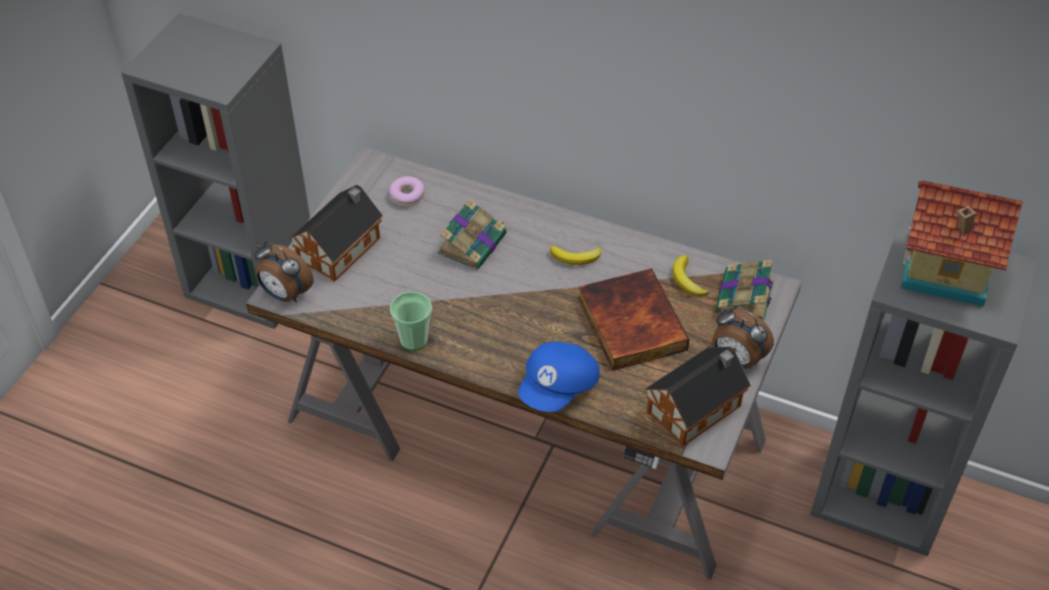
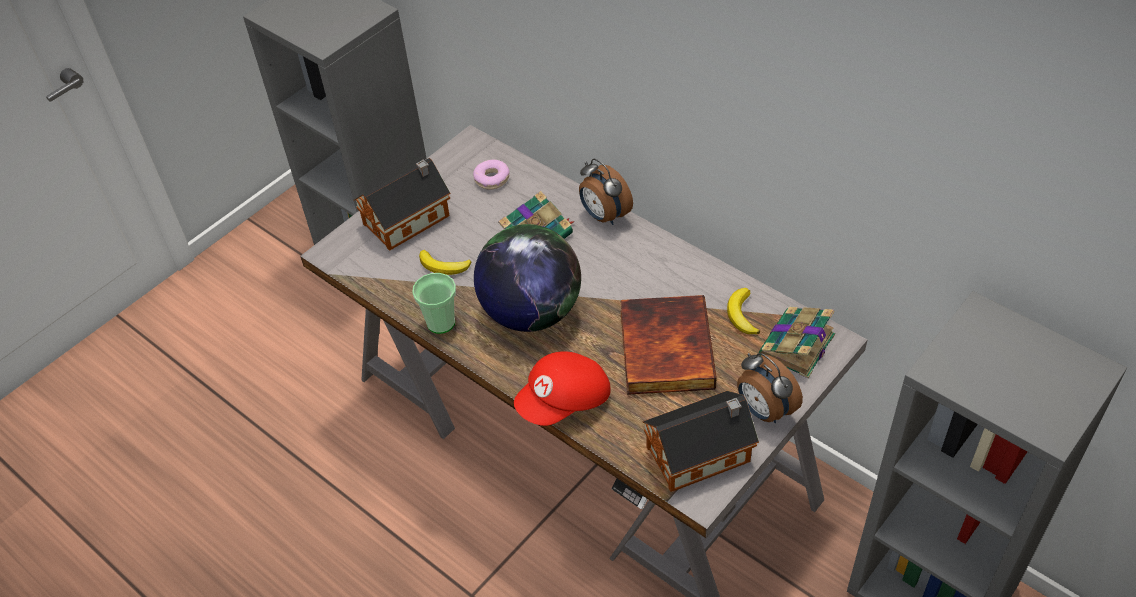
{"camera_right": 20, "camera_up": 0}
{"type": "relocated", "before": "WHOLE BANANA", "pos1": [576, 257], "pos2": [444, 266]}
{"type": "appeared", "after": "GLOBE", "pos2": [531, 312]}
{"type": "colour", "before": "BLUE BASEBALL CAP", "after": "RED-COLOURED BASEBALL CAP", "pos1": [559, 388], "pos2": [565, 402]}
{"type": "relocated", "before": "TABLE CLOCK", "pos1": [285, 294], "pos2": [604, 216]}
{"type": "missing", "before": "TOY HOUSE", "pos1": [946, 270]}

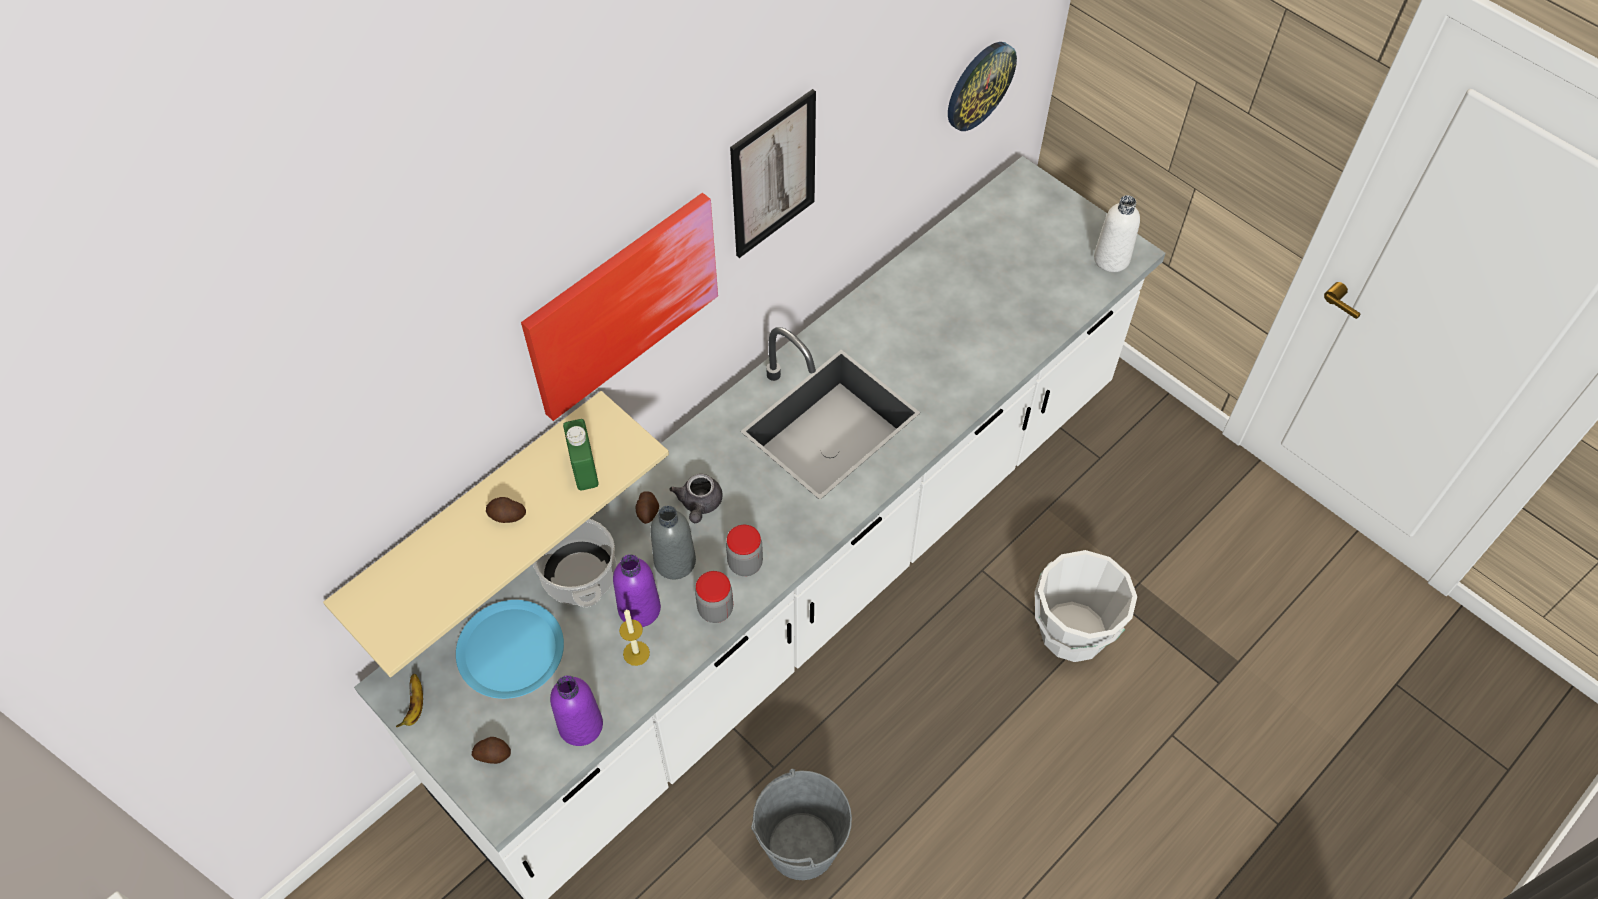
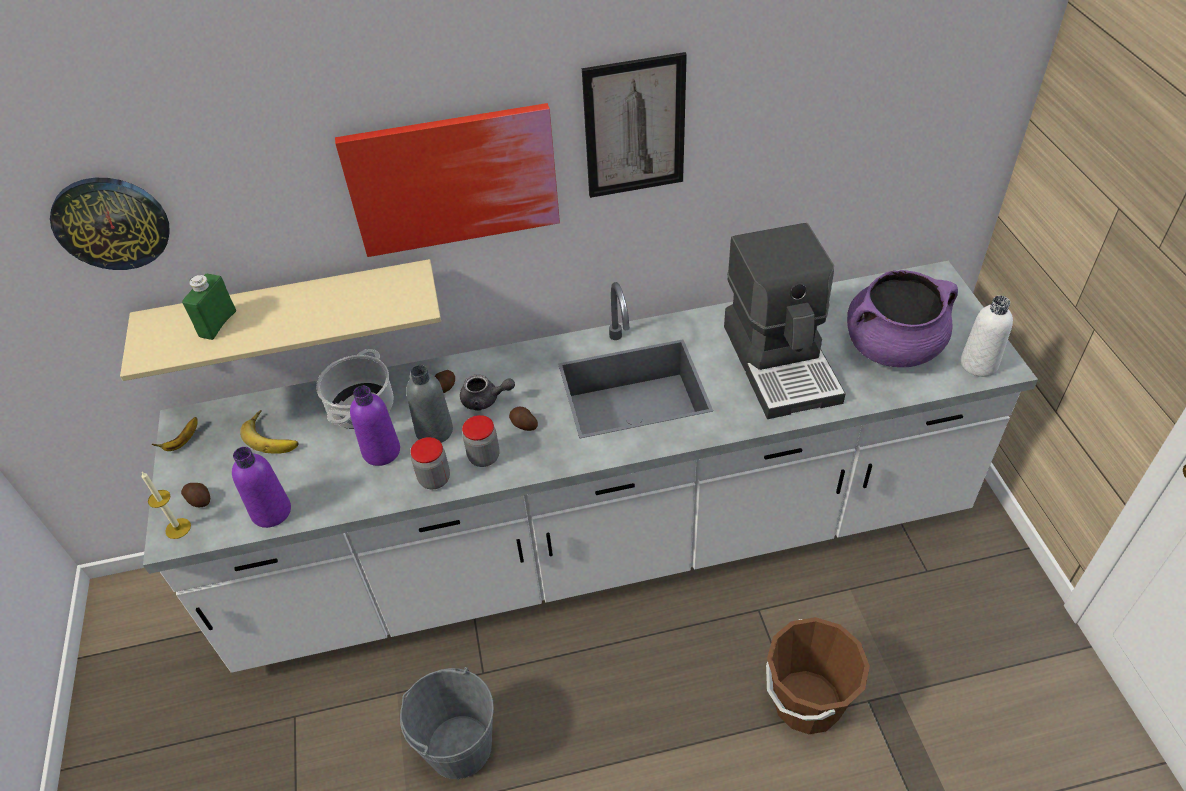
{"camera_right": 35, "camera_up": -10}
{"type": "relocated", "before": "CLOCK ON THE WALL", "pos1": [979, 85], "pos2": [111, 222]}
{"type": "relocated", "before": "WAX CANDLE", "pos1": [636, 653], "pos2": [178, 528]}
{"type": "relocated", "before": "GREEN-COLOURED BOTTLE", "pos1": [584, 468], "pos2": [218, 324]}
{"type": "exchanged", "before": "BLUE PLATE", "after": "WHOLE BANANA", "pos1": [510, 650], "pos2": [273, 435]}
{"type": "spun", "before": "GREYISH TEA POT", "pos1": [699, 504], "pos2": [485, 400], "turn": -120}
{"type": "relocated", "before": "WHOLE POTATO", "pos1": [507, 516], "pos2": [523, 425]}
{"type": "appeared", "after": "COFFEE MAKER", "pos2": [782, 362]}
{"type": "colour", "before": "WHITE-COLOURED WATER BUCKET", "after": "BROWN-COLOURED WATER BUCKET", "pos1": [1072, 632], "pos2": [806, 702]}
{"type": "appeared", "after": "PURPLE SAUCEPOT", "pos2": [892, 347]}

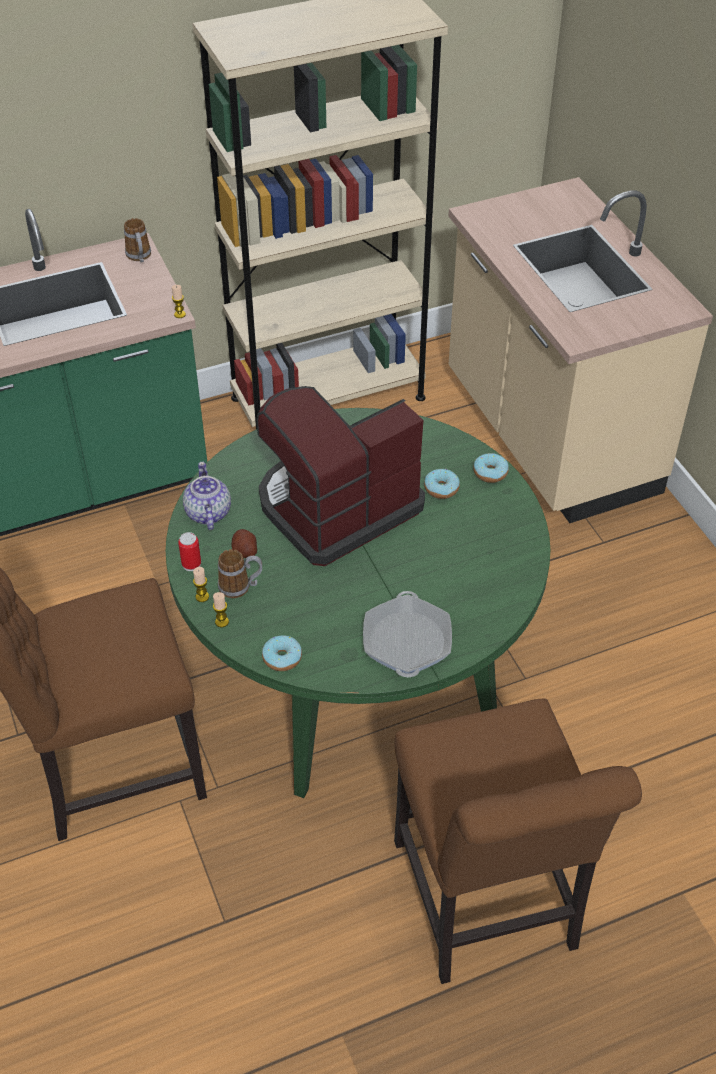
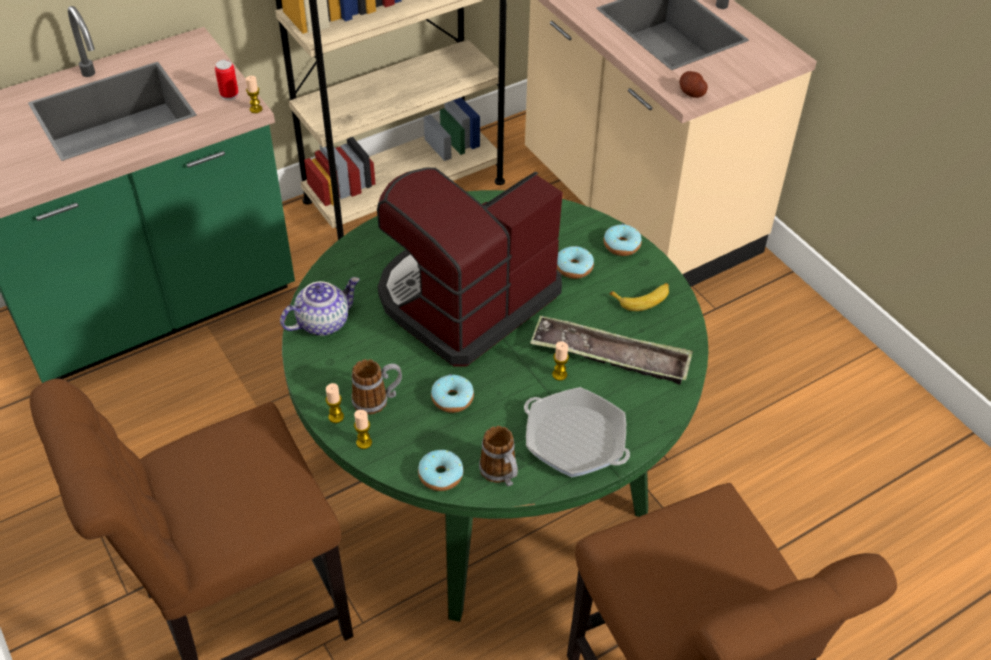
{"camera_right": -10, "camera_up": 0}
{"type": "relocated", "before": "CAN", "pos1": [191, 564], "pos2": [229, 95]}
{"type": "spun", "before": "TEA POT", "pos1": [207, 512], "pos2": [323, 322], "turn": 75}
{"type": "appeared", "after": "RING DOUGHNUT", "pos2": [452, 399]}
{"type": "relocated", "before": "TEA MUG", "pos1": [139, 257], "pos2": [501, 474]}
{"type": "spun", "before": "SKILLET", "pos1": [407, 641], "pos2": [575, 439], "turn": 135}
{"type": "appeared", "after": "CARRYING TRAY", "pos2": [610, 356]}
{"type": "appeared", "after": "WAX CANDLE", "pos2": [559, 374]}
{"type": "appeared", "after": "WHOLE BANANA", "pos2": [642, 299]}
{"type": "relocated", "before": "WHOLE POTATO", "pos1": [245, 551], "pos2": [691, 93]}

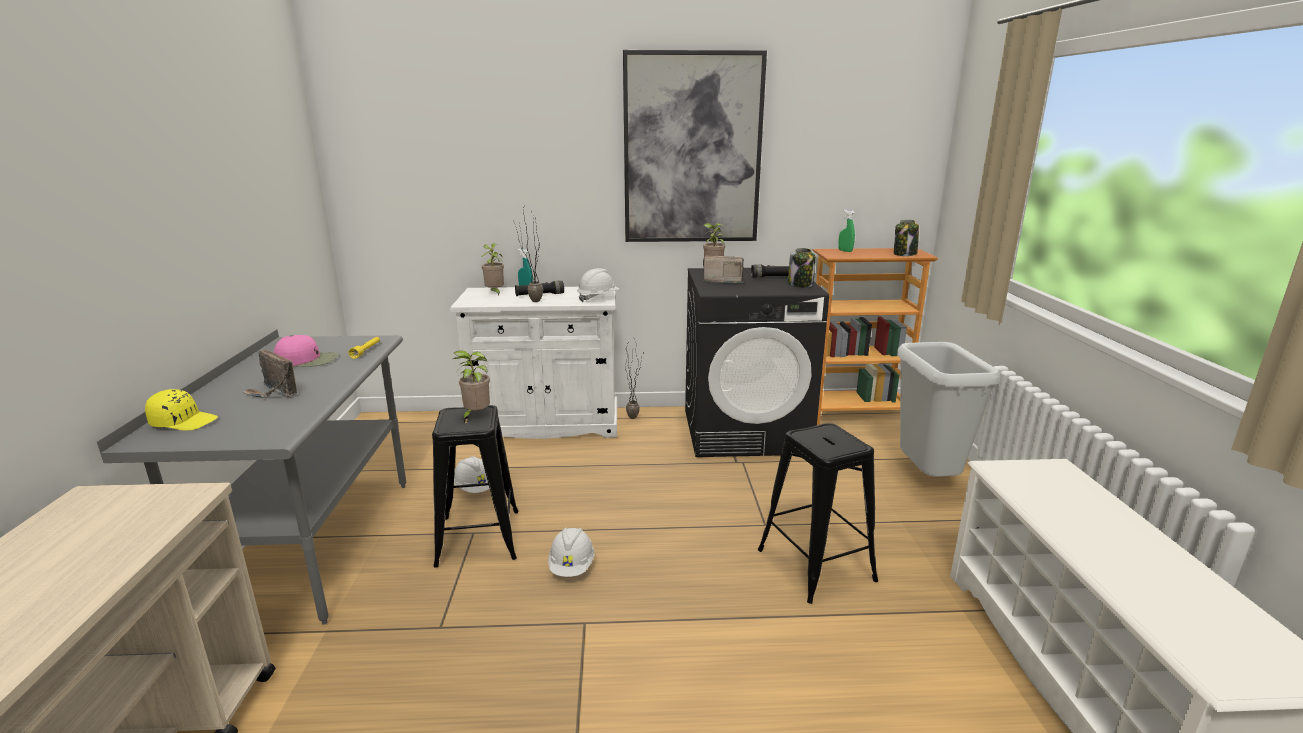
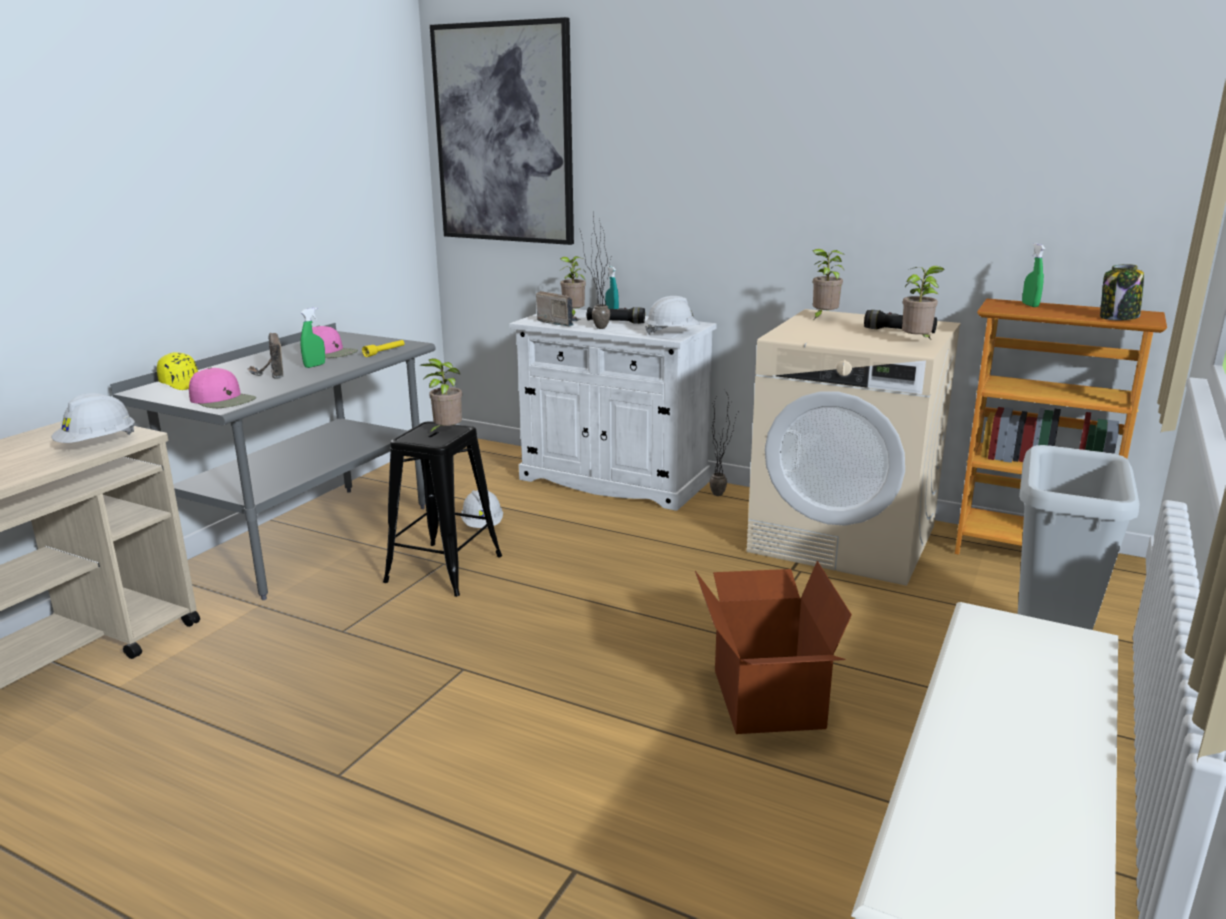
{"camera_right": 30, "camera_up": 0}
{"type": "relocated", "before": "WHITE-COLOURED WORK HELMET", "pos1": [572, 566], "pos2": [97, 444]}
{"type": "appeared", "after": "PINKISH BASEBALL CAP", "pos2": [223, 400]}
{"type": "appeared", "after": "GREEN-COLOURED HAND SPRAYER", "pos2": [315, 365]}
{"type": "relocated", "before": "WALL PICTURE", "pos1": [692, 150], "pos2": [504, 134]}
{"type": "relocated", "before": "RADIO SET", "pos1": [722, 281], "pos2": [558, 322]}
{"type": "exchanged", "before": "BLACK-COLOURED STOOL SEAT", "after": "CARDBOARD BOX", "pos1": [815, 565], "pos2": [765, 698]}
{"type": "colour", "before": "BLACK-COLOURED LAUNDRY MACHINE", "after": "BEIGE-COLOURED LAUNDRY MACHINE", "pos1": [746, 431], "pos2": [844, 539]}
{"type": "exchanged", "before": "JAR", "after": "HOUSEPLANT", "pos1": [800, 284], "pos2": [917, 342]}

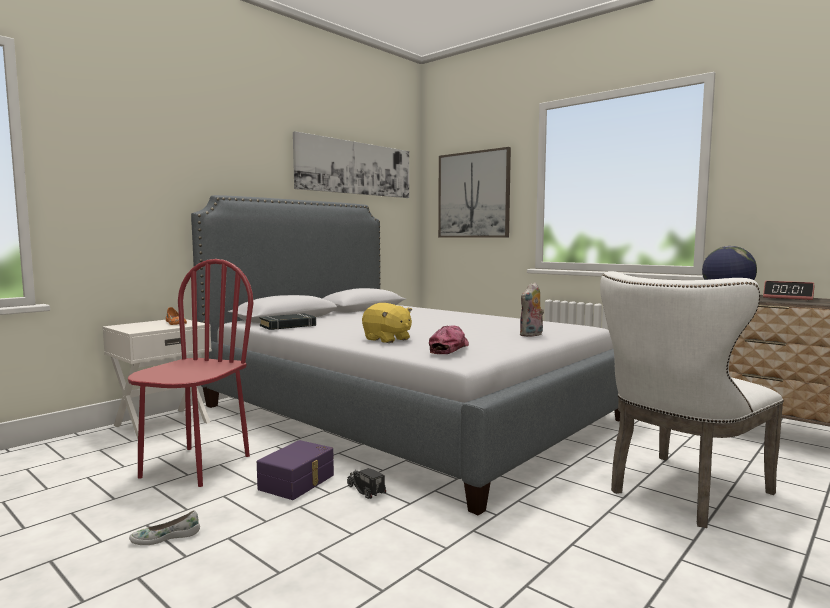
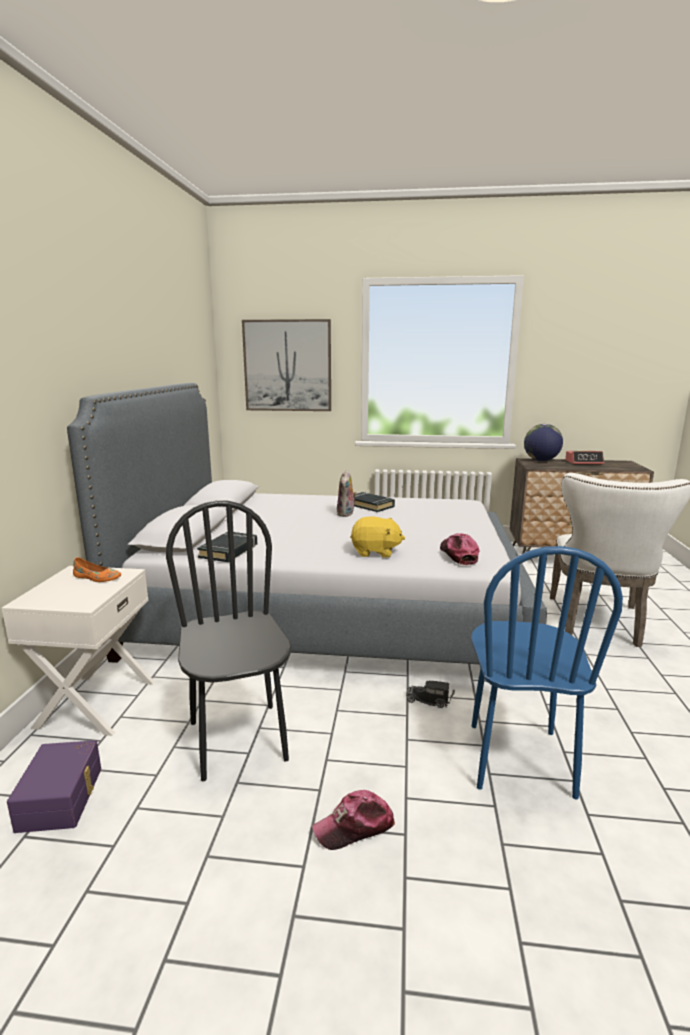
{"camera_right": -35, "camera_up": 10}
{"type": "relocated", "before": "PURPLE STORAGE BIN", "pos1": [298, 482], "pos2": [62, 798]}
{"type": "colour", "before": "RED-COLOURED PLAIN CHAIR", "after": "BLACK-COLOURED PLAIN CHAIR", "pos1": [195, 466], "pos2": [239, 740]}
{"type": "exchanged", "before": "WHITE-COLOURED ITEM OF FOOTWEAR", "after": "BASEBALL CAP", "pos1": [165, 537], "pos2": [354, 827]}
{"type": "relocated", "before": "CUDDLY TOY", "pos1": [531, 335], "pos2": [346, 514]}
{"type": "appeared", "after": "BLACK-COLOURED BOUND BOOK", "pos2": [370, 505]}
{"type": "appeared", "after": "BLUE PLAIN CHAIR", "pos2": [518, 759]}
{"type": "missing", "before": "WALL PICTURE", "pos1": [355, 168]}

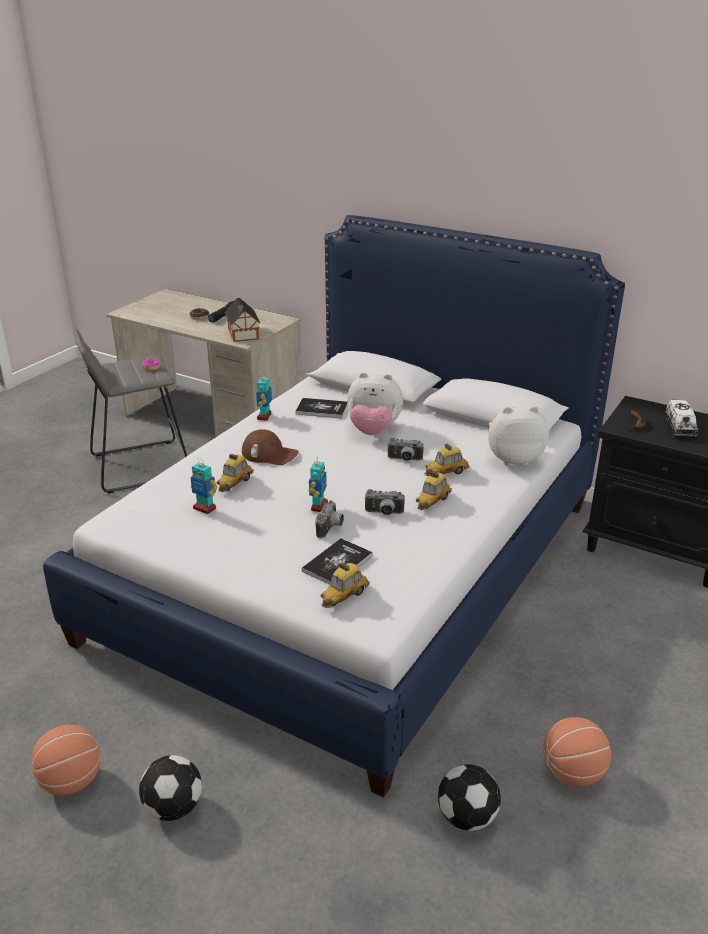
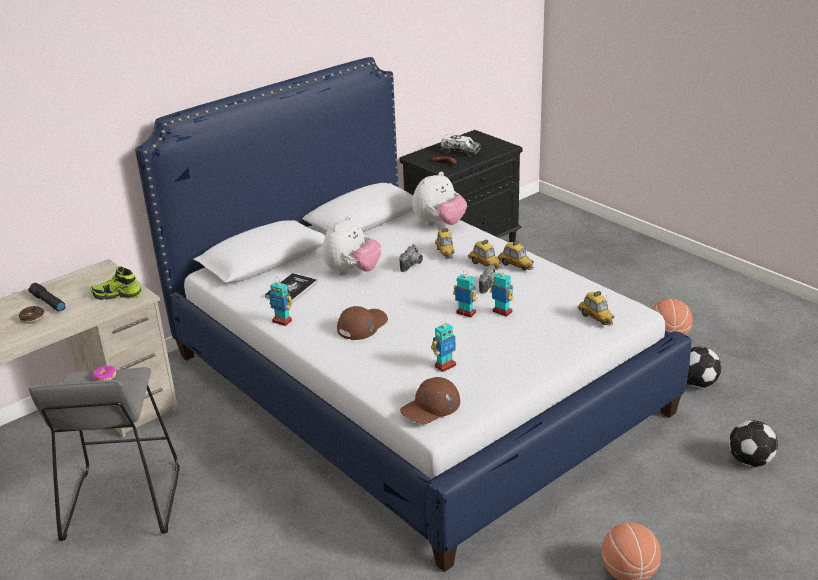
{"camera_right": -70, "camera_up": 0}
{"type": "exchanged", "before": "TOY HOUSE", "after": "ITEM OF FOOTWEAR", "pos1": [243, 334], "pos2": [117, 295]}
{"type": "appeared", "after": "BROWN-COLOURED BASEBALL CAP", "pos2": [430, 407]}
{"type": "spun", "before": "CUDDLY TOY", "pos1": [513, 459], "pos2": [439, 224], "turn": -150}
{"type": "exchanged", "before": "STILL CAMERA", "after": "TOY ROBOT", "pos1": [331, 528], "pos2": [502, 312]}
{"type": "relocated", "before": "TOY CAR", "pos1": [235, 483], "pos2": [515, 266]}
{"type": "relocated", "before": "BALL FOR FOOTBALL", "pos1": [173, 808], "pos2": [750, 461]}
{"type": "missing", "before": "BOUND BOOK", "pos1": [337, 563]}

